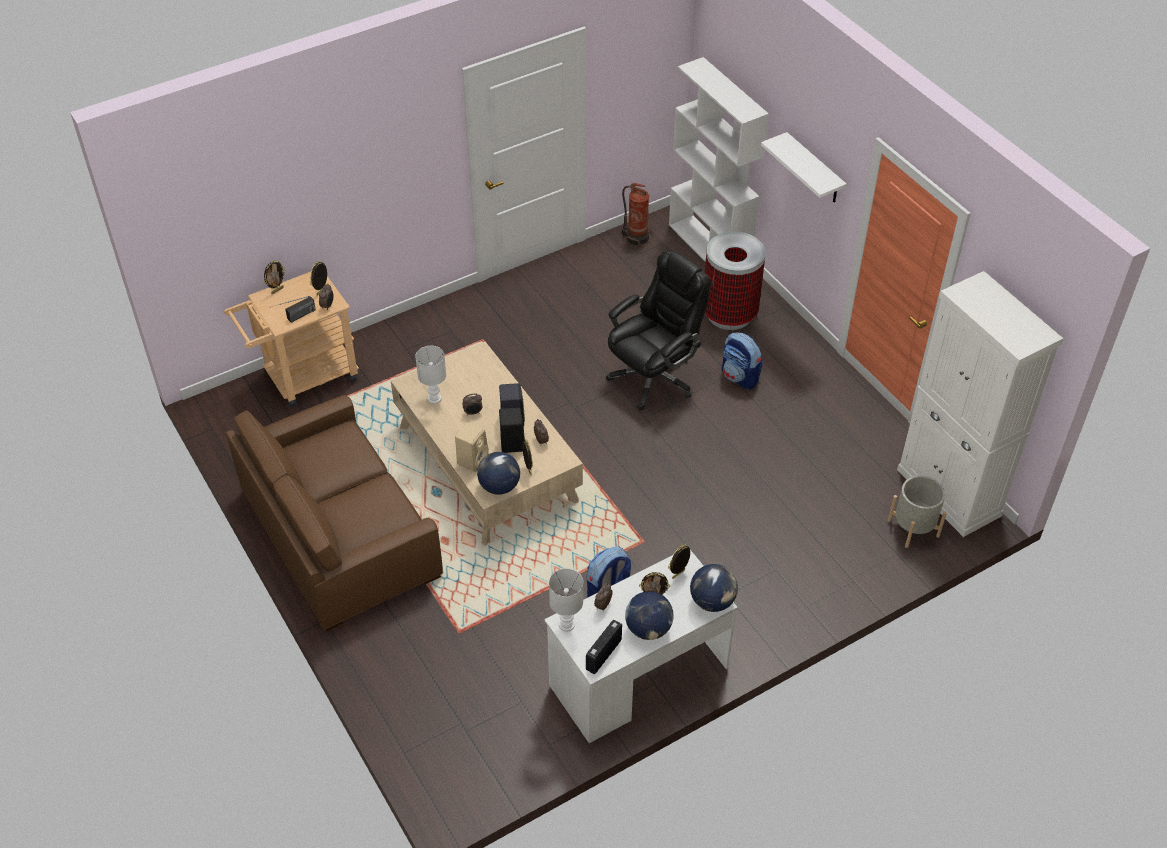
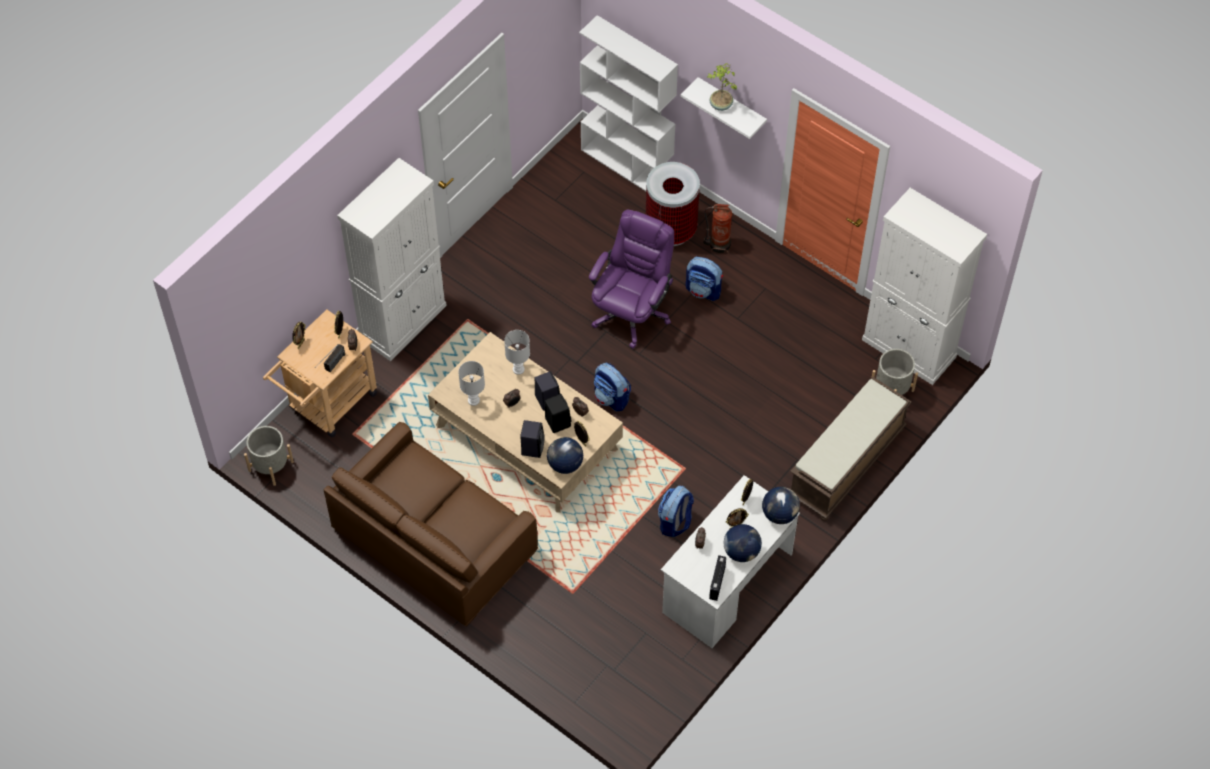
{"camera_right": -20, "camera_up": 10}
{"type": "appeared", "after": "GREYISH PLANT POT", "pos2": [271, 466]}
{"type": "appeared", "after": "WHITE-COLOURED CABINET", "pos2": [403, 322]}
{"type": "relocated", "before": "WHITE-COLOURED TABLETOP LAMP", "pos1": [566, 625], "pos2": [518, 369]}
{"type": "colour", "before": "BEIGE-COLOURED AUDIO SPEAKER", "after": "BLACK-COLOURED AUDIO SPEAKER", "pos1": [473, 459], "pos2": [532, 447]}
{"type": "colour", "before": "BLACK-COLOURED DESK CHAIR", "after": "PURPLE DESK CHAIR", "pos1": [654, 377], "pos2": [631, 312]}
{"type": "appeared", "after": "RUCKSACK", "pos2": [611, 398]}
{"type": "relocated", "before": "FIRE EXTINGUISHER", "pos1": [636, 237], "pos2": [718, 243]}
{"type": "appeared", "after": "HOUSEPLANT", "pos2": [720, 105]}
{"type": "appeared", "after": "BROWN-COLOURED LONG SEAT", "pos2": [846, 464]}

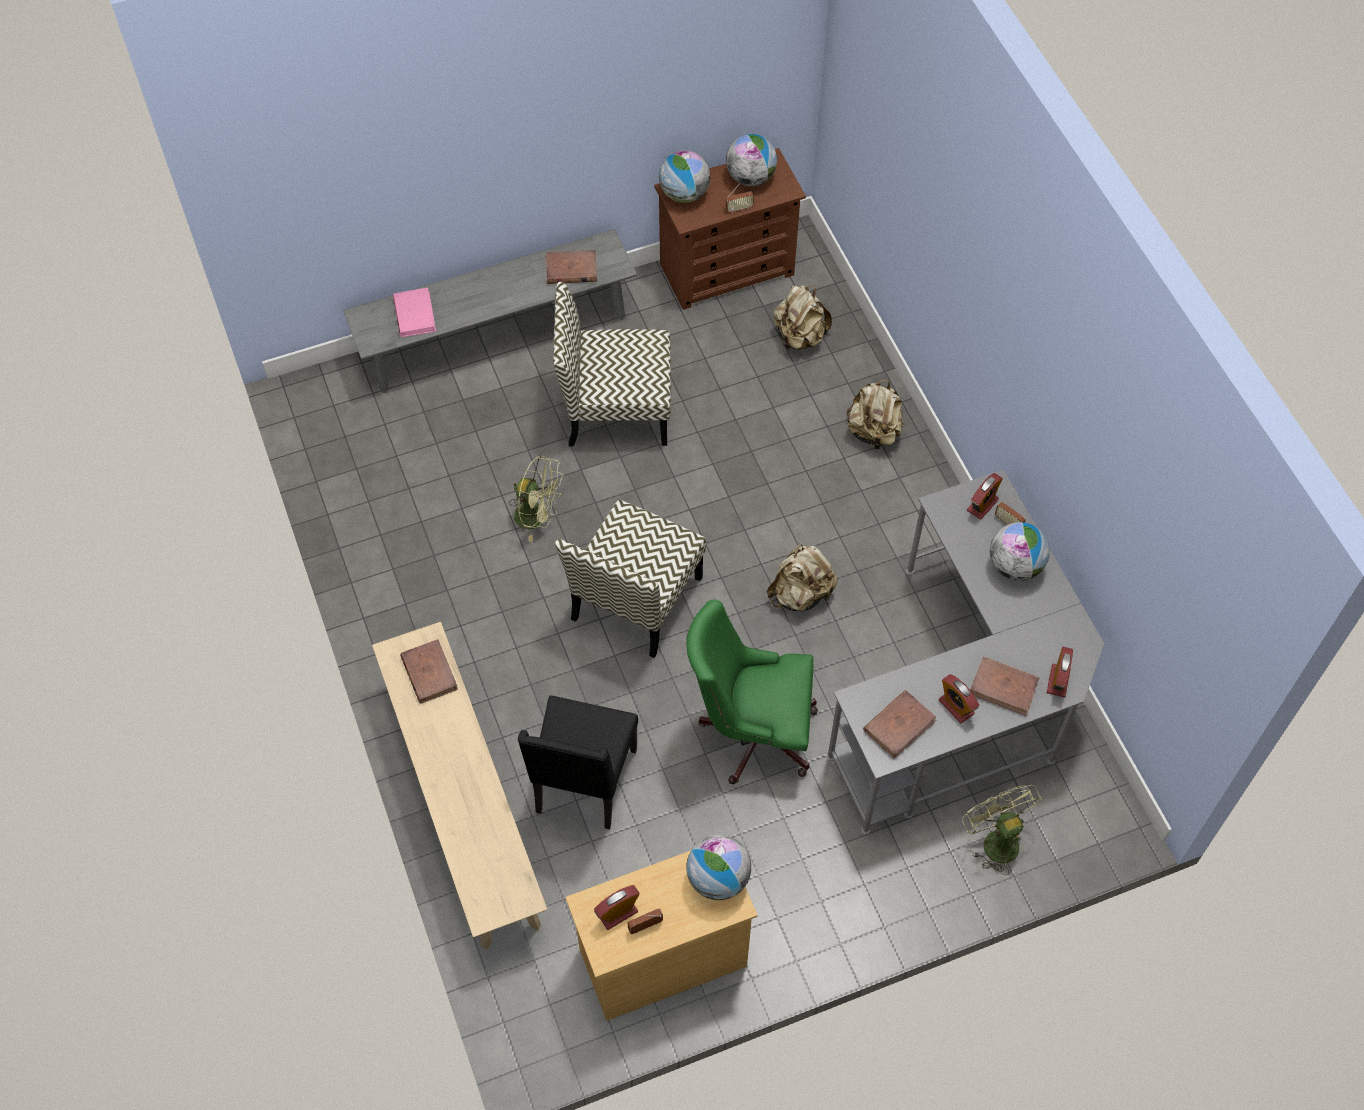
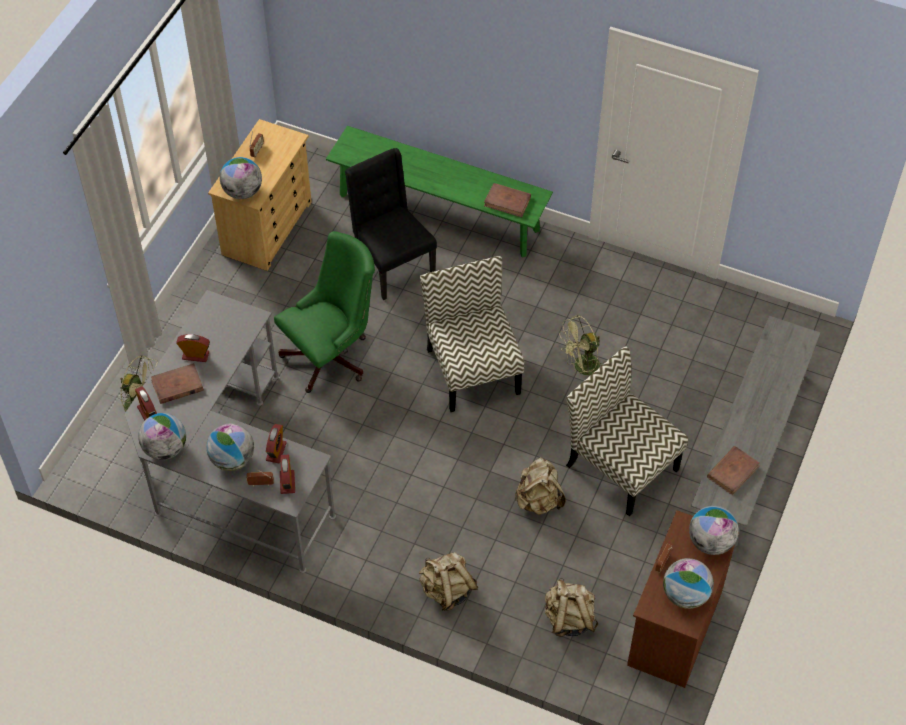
{"camera_right": 135, "camera_up": -5}
{"type": "appeared", "after": "GLOBE", "pos2": [165, 449]}
{"type": "relocated", "before": "TABLE CLOCK", "pos1": [617, 913], "pos2": [276, 451]}
{"type": "colour", "before": "BEIGE-COLOURED LONG SEAT", "after": "GREEN-COLOURED LONG SEAT", "pos1": [464, 805], "pos2": [439, 212]}
{"type": "relocated", "before": "BEIGE-COLOURED RUCKSACK", "pos1": [800, 594], "pos2": [538, 500]}
{"type": "spun", "before": "PLAIN CHAIR", "pos1": [615, 410], "pos2": [620, 466], "turn": -90}
{"type": "missing", "before": "PINKISH BOUND BOOK", "pos1": [414, 314]}
{"type": "missing", "before": "BROWN-COLOURED BOUND BOOK", "pos1": [899, 725]}

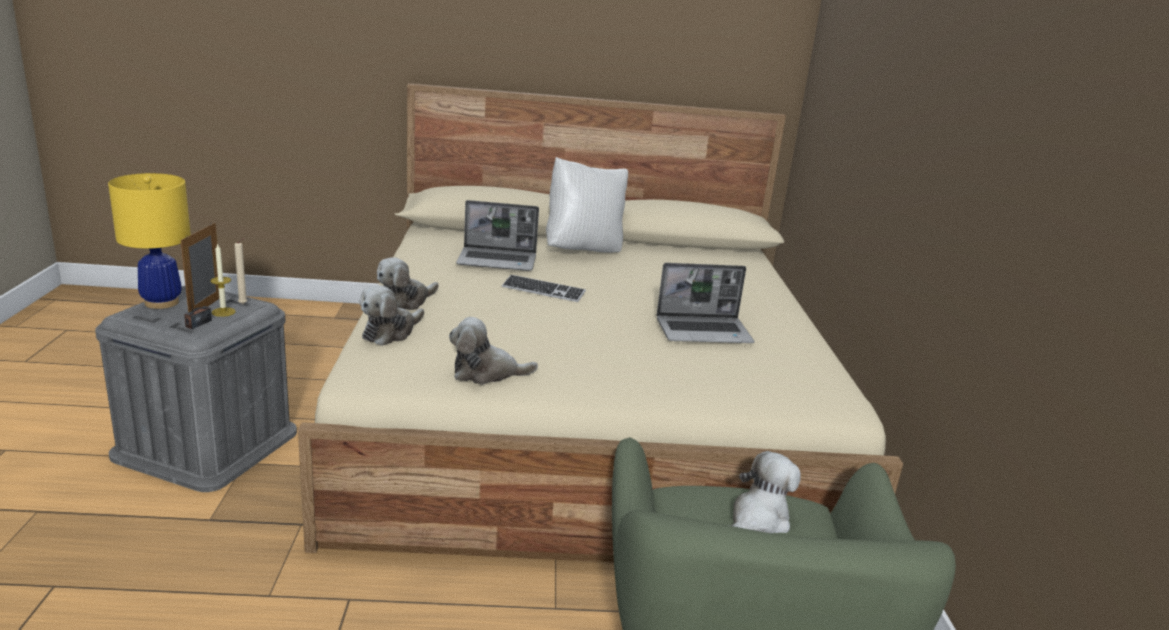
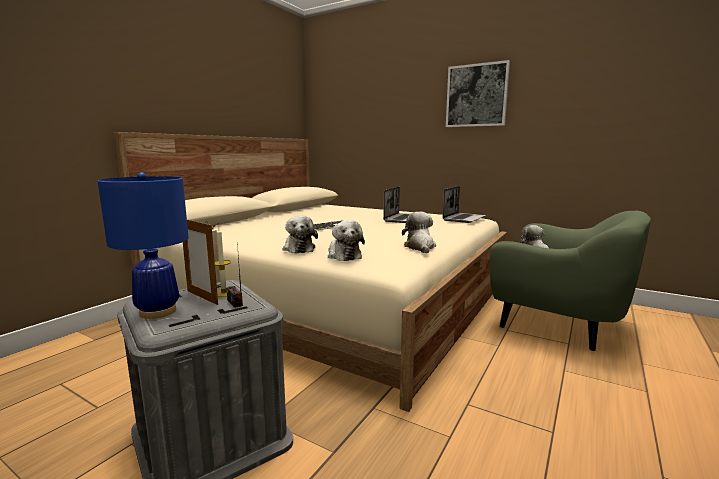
{"camera_right": -55, "camera_up": -10}
{"type": "colour", "before": "YELLOW TABLETOP LAMP", "after": "BLUE TABLETOP LAMP", "pos1": [161, 302], "pos2": [158, 312]}
{"type": "spun", "before": "CUDDLY TOY", "pos1": [486, 373], "pos2": [420, 247], "turn": 150}
{"type": "relocated", "before": "LAPTOP", "pos1": [498, 261], "pos2": [463, 218]}
{"type": "appeared", "after": "WALL PICTURE", "pos2": [476, 95]}
{"type": "missing", "before": "WHITE-COLOURED CUSHION", "pos1": [583, 250]}

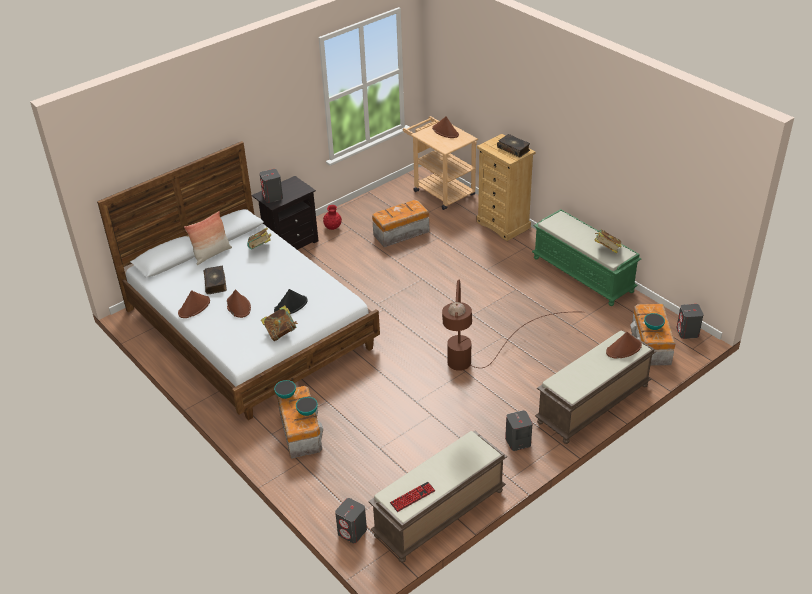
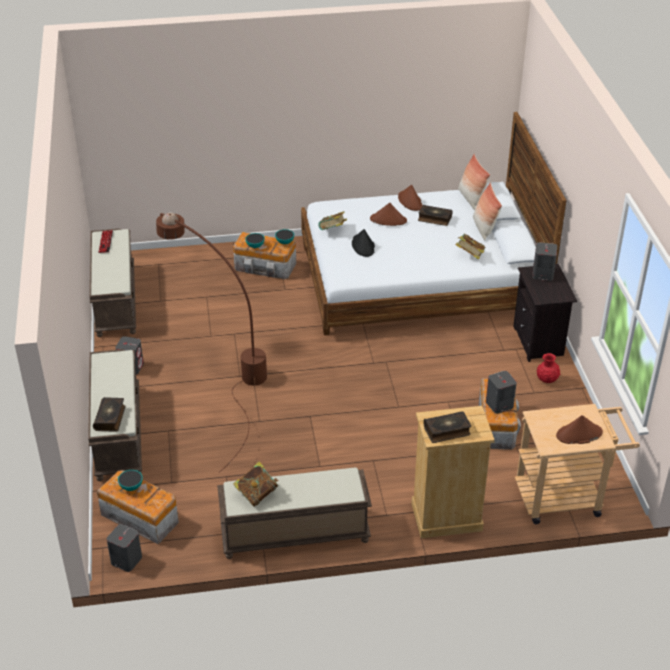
{"camera_right": 120, "camera_up": 0}
{"type": "exchanged", "before": "BROWN-COLOURED CLOTHING HAT", "after": "BOUND BOOK", "pos1": [624, 349], "pos2": [110, 418]}
{"type": "colour", "before": "GREEN-COLOURED LONG SEAT", "after": "BROWN-COLOURED LONG SEAT", "pos1": [583, 274], "pos2": [294, 534]}
{"type": "appeared", "after": "CUSHION", "pos2": [471, 198]}
{"type": "relocated", "before": "GREYISH AUDIO SPEAKER", "pos1": [352, 532], "pos2": [499, 405]}

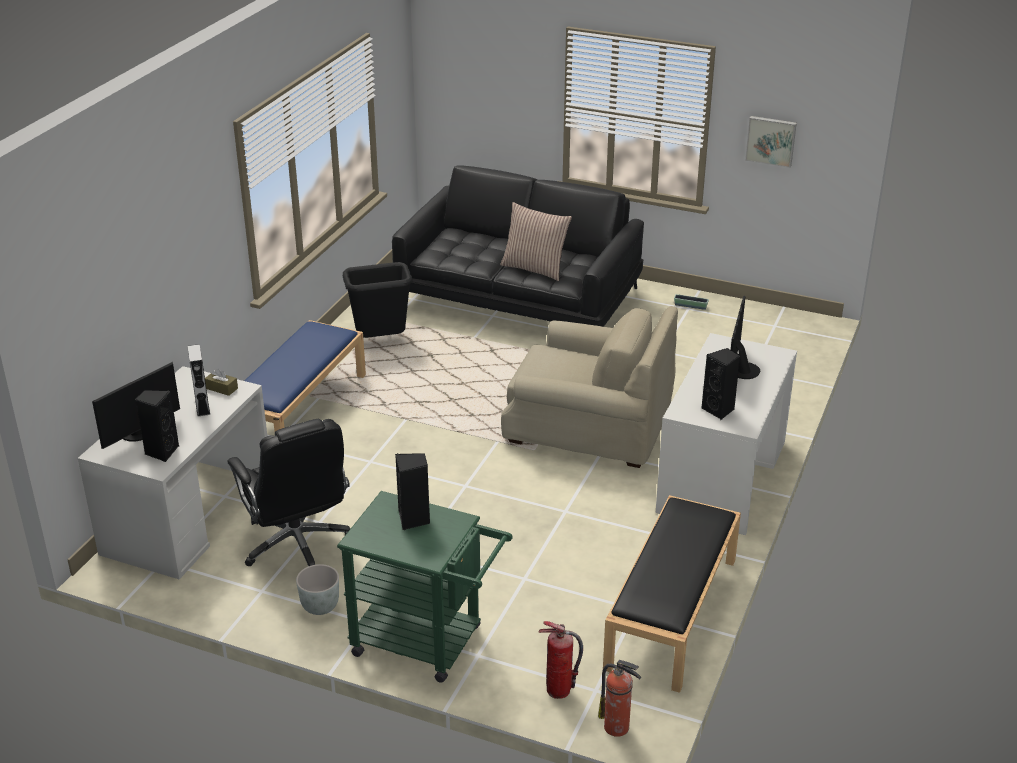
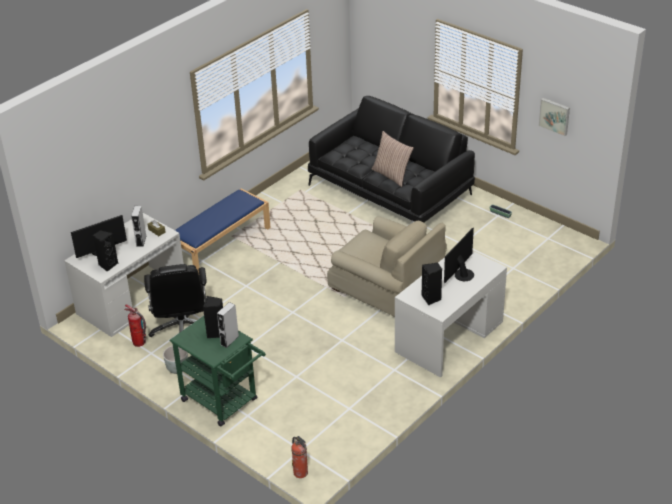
{"camera_right": 20, "camera_up": 5}
{"type": "relocated", "before": "FIRE EXTINGUISHER", "pos1": [559, 690], "pos2": [139, 342]}
{"type": "appeared", "after": "GREYISH AUDIO SPEAKER", "pos2": [229, 340]}
{"type": "missing", "before": "BLACK-COLOURED TRASH CAN", "pos1": [381, 341]}
{"type": "missing", "before": "BLACK-COLOURED LONG SEAT", "pos1": [672, 614]}

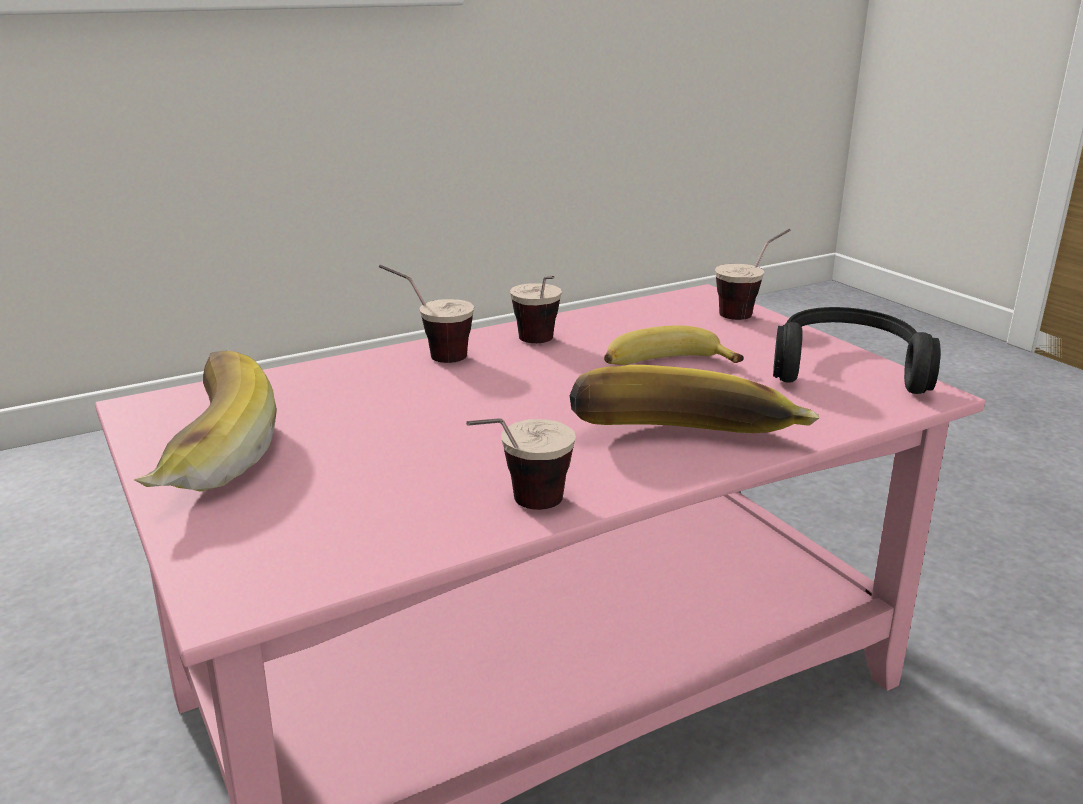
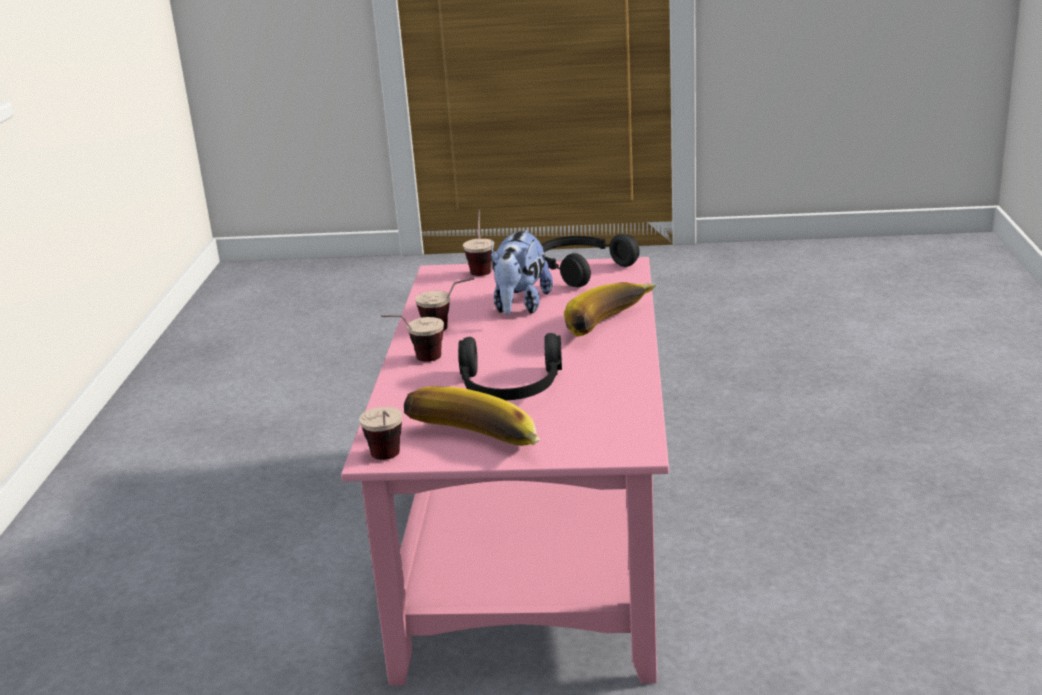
{"camera_right": -55, "camera_up": 0}
{"type": "relocated", "before": "DRINKING CUP", "pos1": [518, 511], "pos2": [388, 462]}
{"type": "appeared", "after": "BLACK-COLOURED HEADPHONES", "pos2": [510, 388]}
{"type": "exchanged", "before": "WHOLE BANANA", "after": "CUDDLY TOY", "pos1": [665, 364], "pos2": [520, 306]}

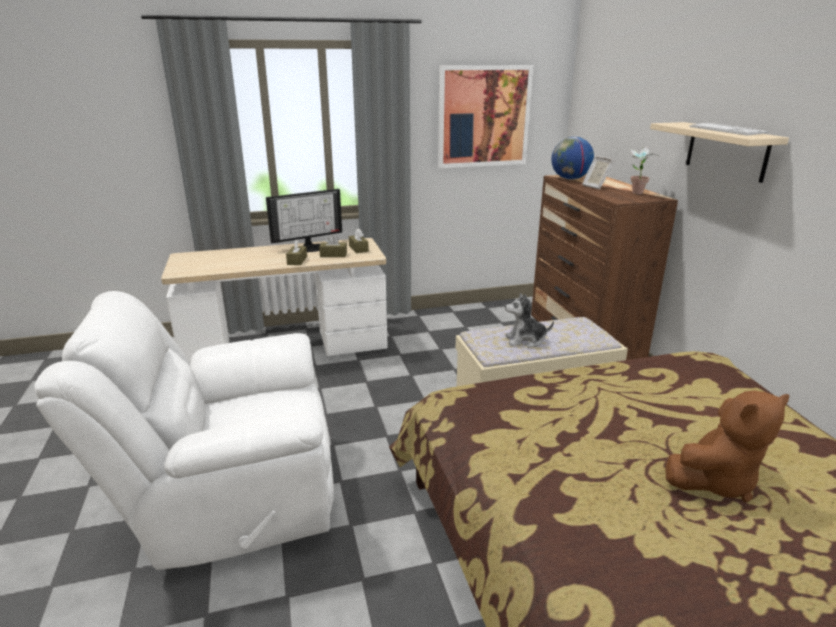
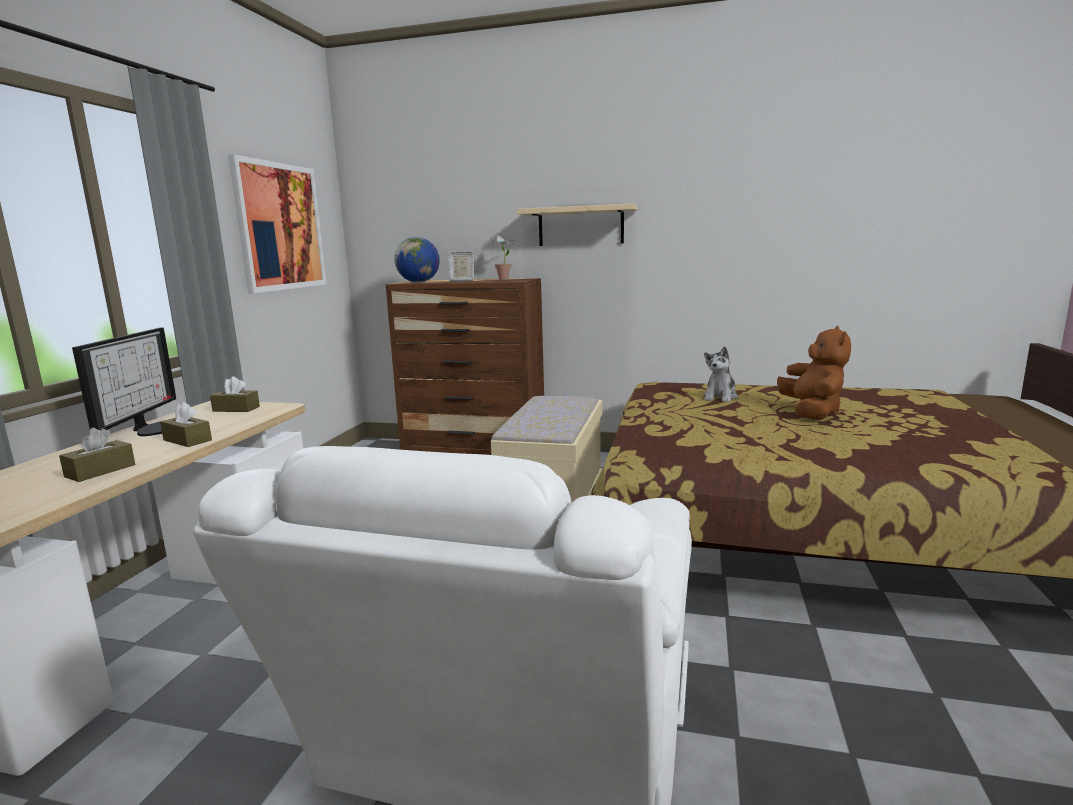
{"camera_right": -60, "camera_up": -10}
{"type": "relocated", "before": "BROWN-COLOURED BOX OF TISSUES", "pos1": [333, 255], "pos2": [100, 471]}
{"type": "relocated", "before": "CUDDLY TOY", "pos1": [525, 340], "pos2": [720, 397]}

